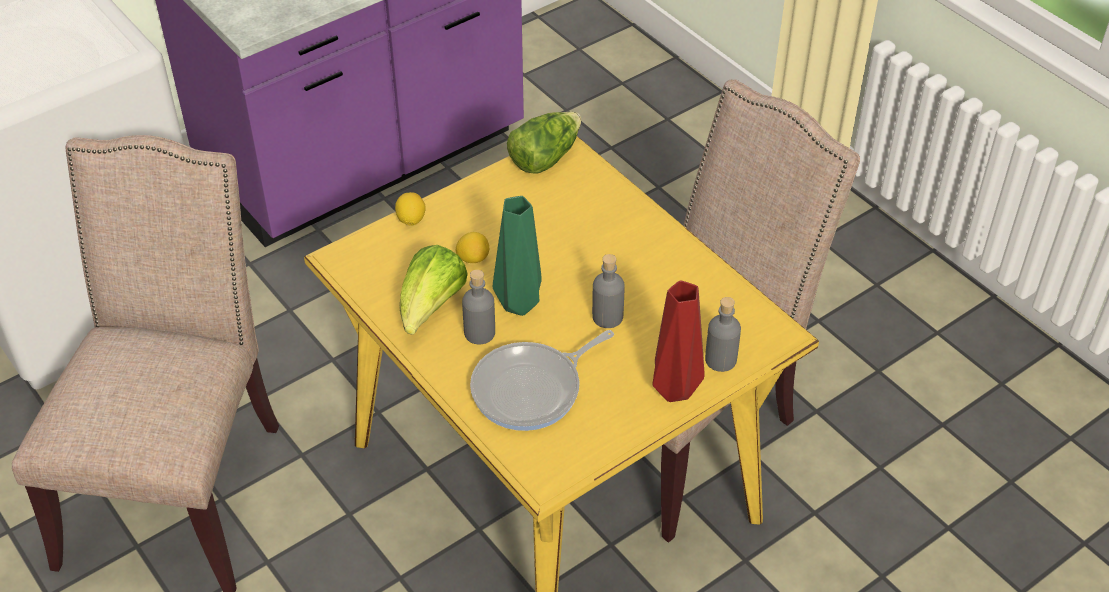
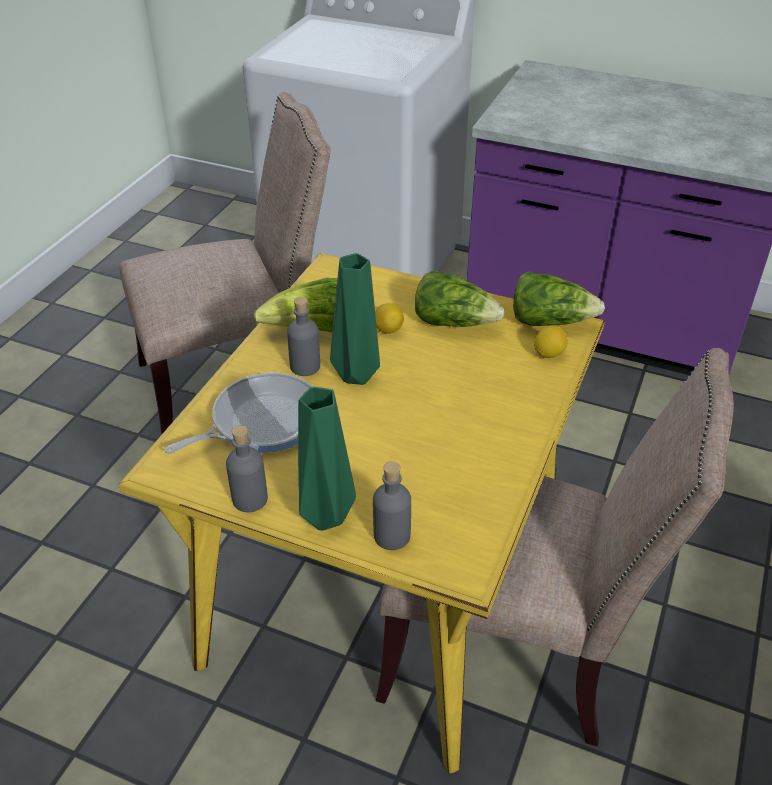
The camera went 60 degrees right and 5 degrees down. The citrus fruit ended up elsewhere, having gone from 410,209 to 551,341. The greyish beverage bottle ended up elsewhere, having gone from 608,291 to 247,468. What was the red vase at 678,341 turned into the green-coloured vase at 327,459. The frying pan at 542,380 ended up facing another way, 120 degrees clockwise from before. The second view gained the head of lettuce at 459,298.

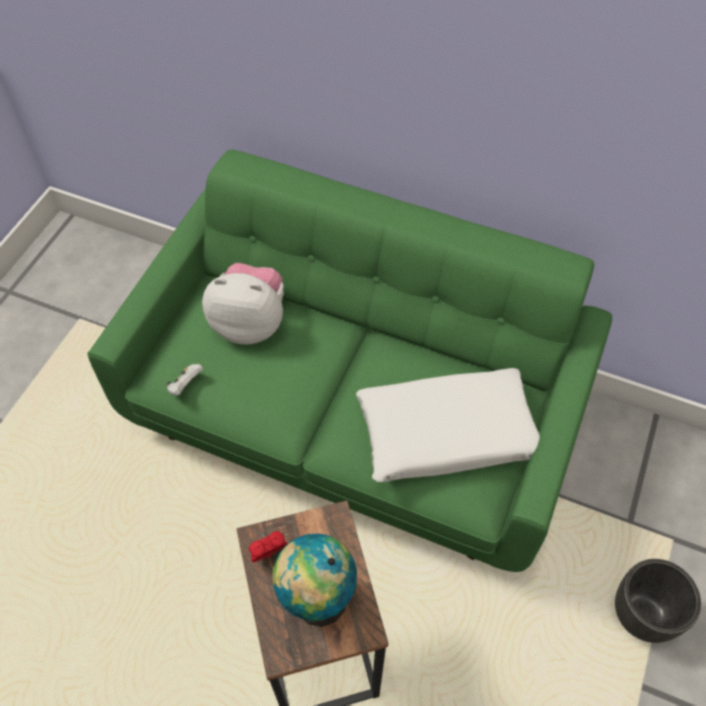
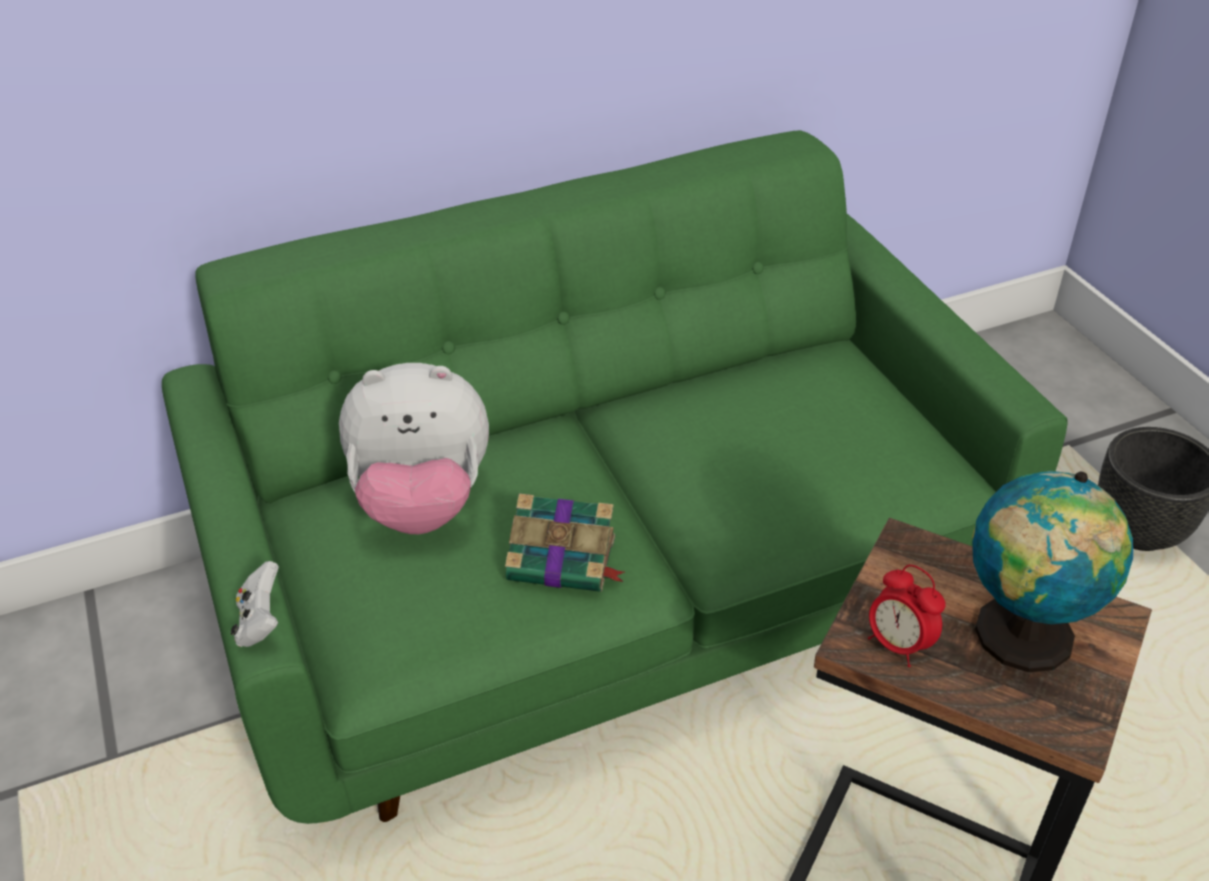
The camera went 45 degrees left and 15 degrees down. The soft toy at 243,304 ended up facing another way, 150 degrees counterclockwise from before. The white joypad ended up elsewhere, having gone from 185,380 to 255,604. The second view lost the white throw pillow at 448,425. The alarm clock at 268,546 ended up facing another way, 60 degrees counterclockwise from before. The second view gained the volume at 565,542.

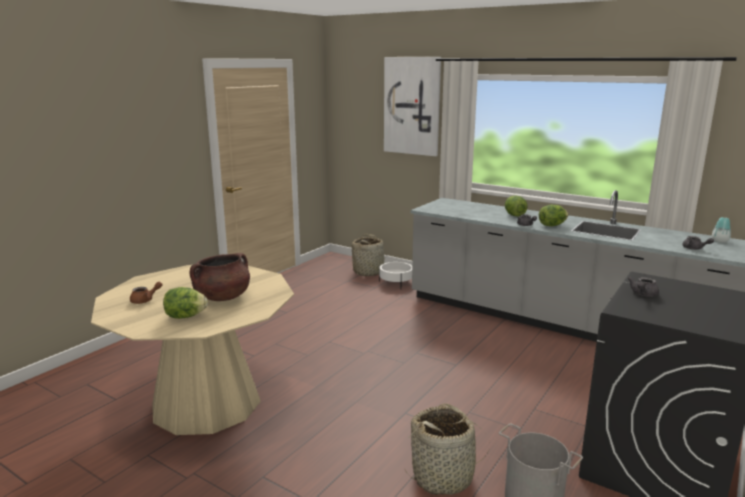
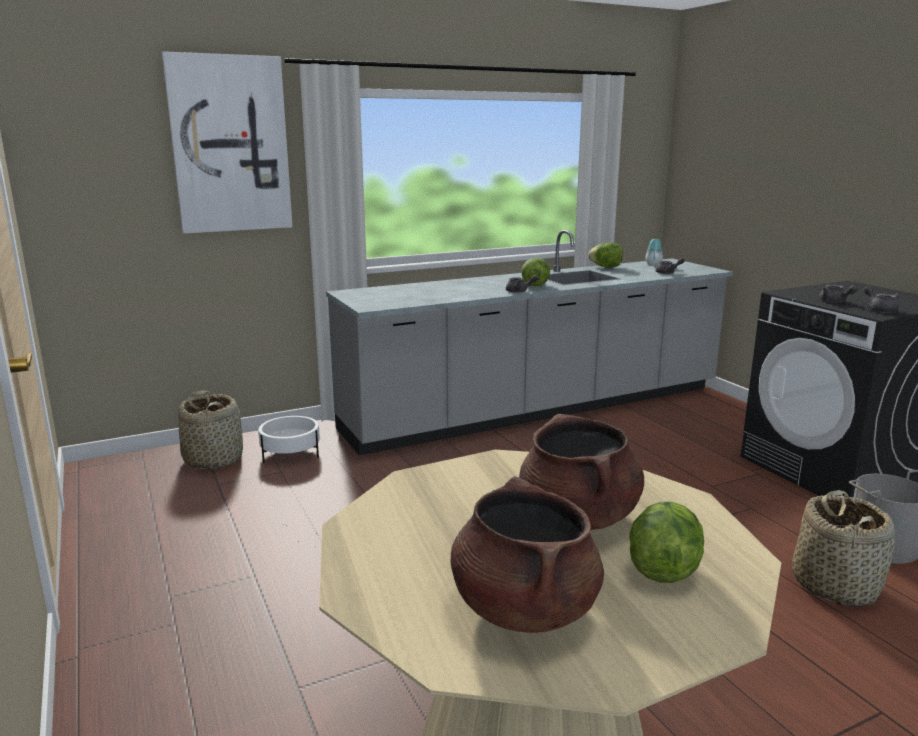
The camera went 60 degrees left and 0 degrees up. The head of lettuce ended up elsewhere, having gone from 516,205 to 605,255. Where the brown-coloured tea pot stood at 146,293, the brown-coloured cooking pot came to stand at 527,554. The second view gained the greyish tea pot at 881,299.

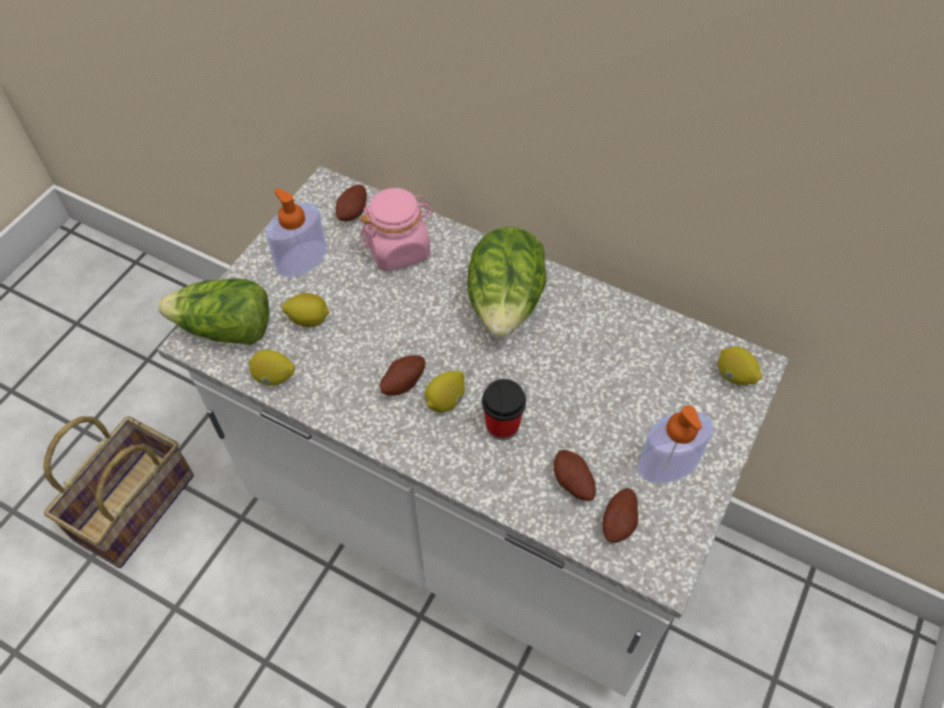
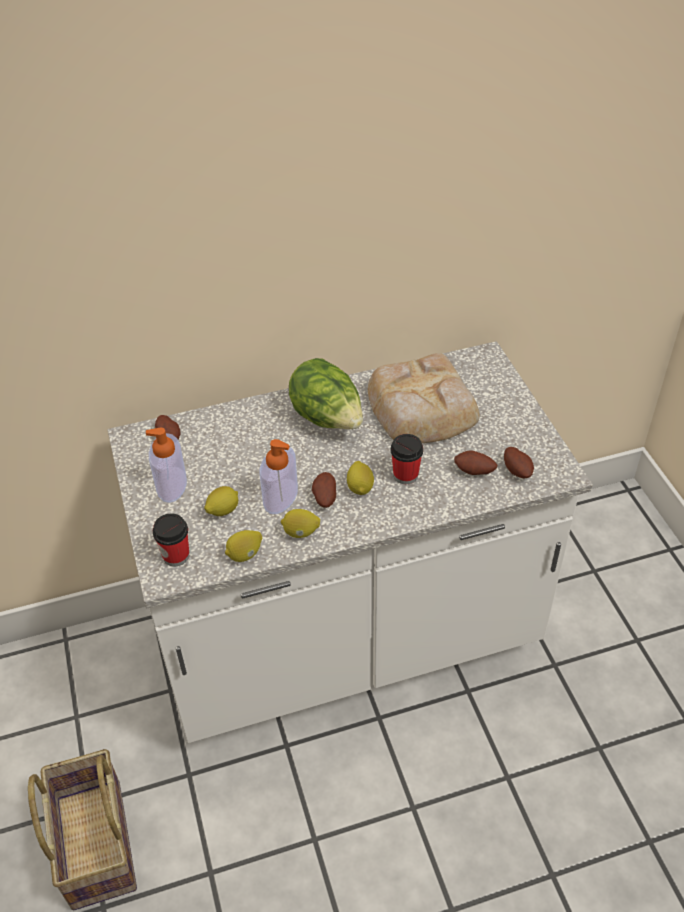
The camera went 45 degrees left and 10 degrees down. The second view lost the pink preserve jar at 396,229. Where the head of lettuce stood at 213,312, the drinking cup came to stand at 171,539. The citrus fruit ended up elsewhere, having gone from 740,365 to 300,523. The liquid soap bottle ended up elsewhere, having gone from 676,444 to 278,476. The second view gained the baked bread at 424,398.

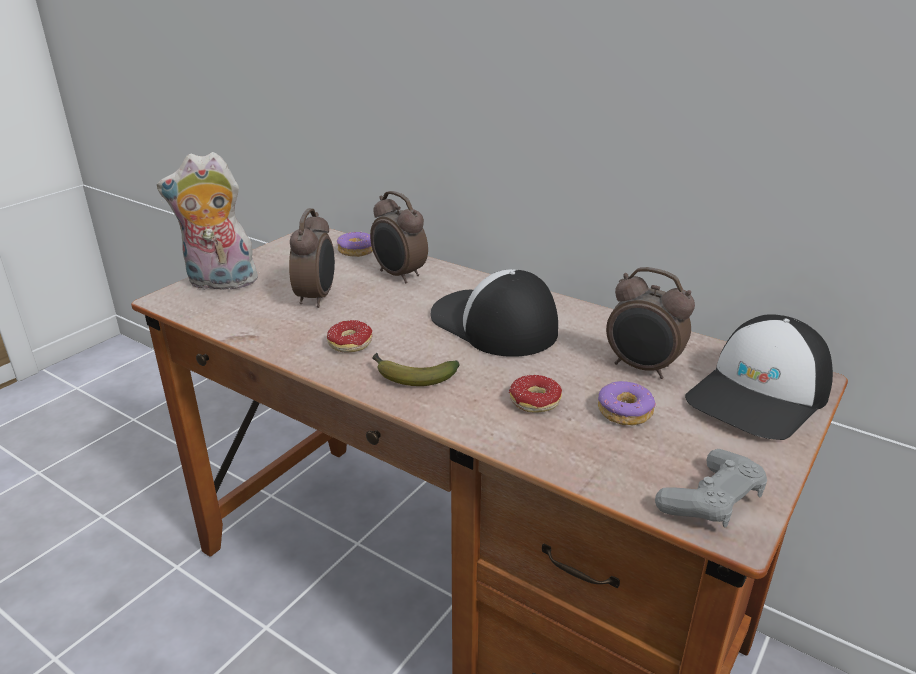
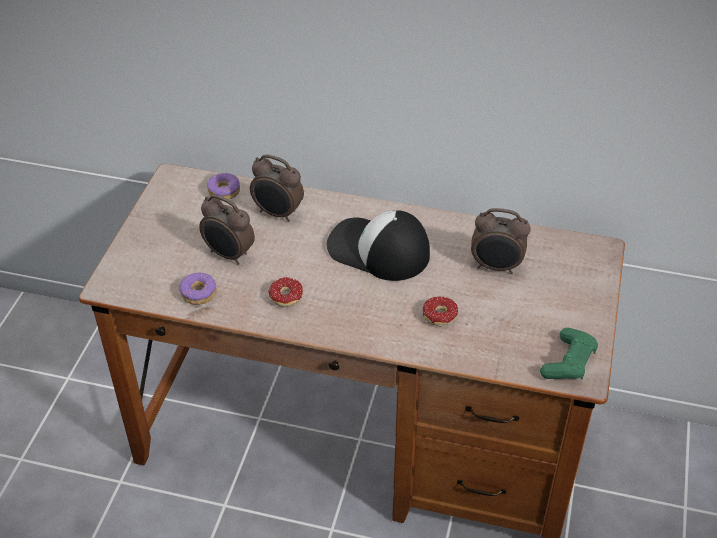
The camera went 20 degrees left and 15 degrees up. The second view lost the soft toy at 208,221. The alarm clock at 312,258 ended up facing another way, 135 degrees clockwise from before. The second view lost the cap at 759,377. The second view lost the banana fruit at 416,369. The donut ended up elsewhere, having gone from 627,403 to 198,289. What was the greyish joypad at 711,488 turned into the green-coloured joypad at 569,354.

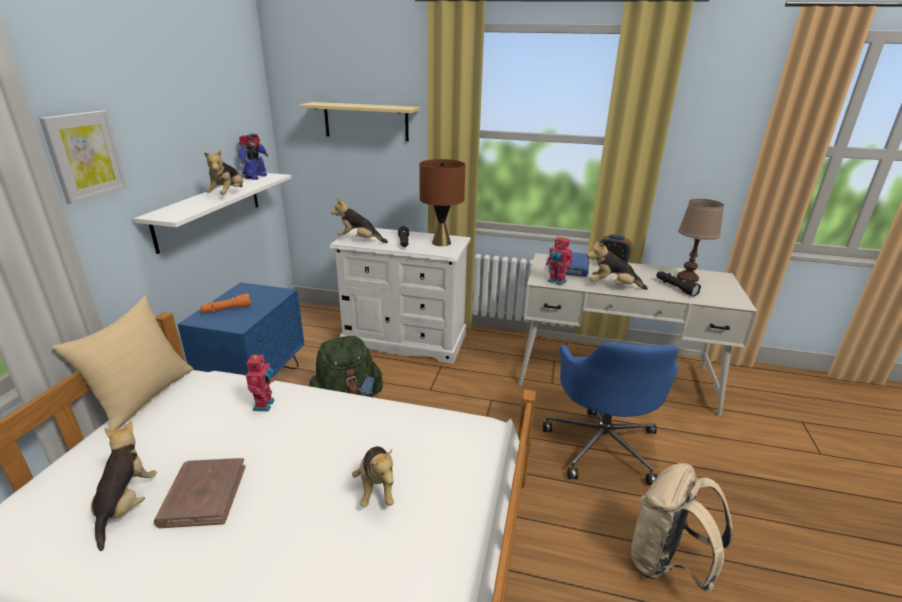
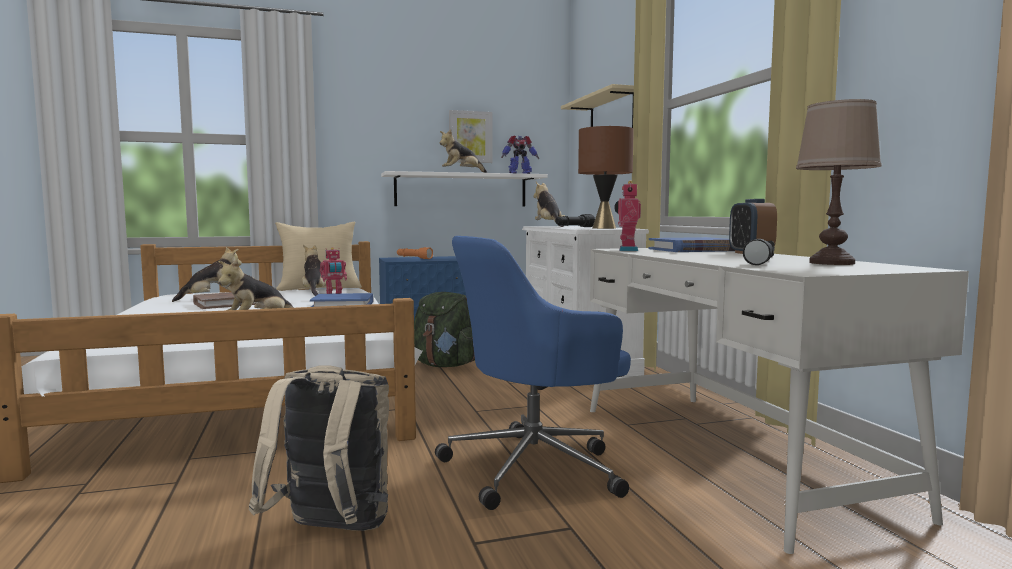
The camera went 60 degrees right and 20 degrees down. The wall art ended up elsewhere, having gone from 83,157 to 471,136. The soft toy ended up elsewhere, having gone from 617,264 to 314,270. The second view gained the blue volume at 341,300.

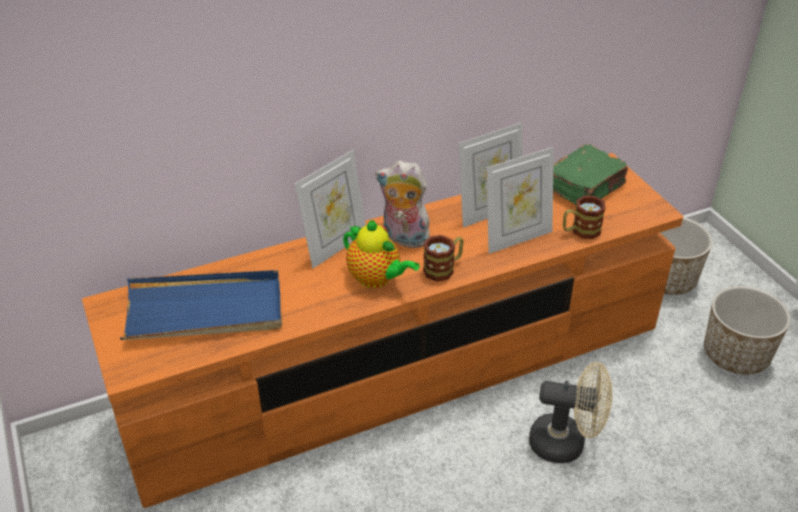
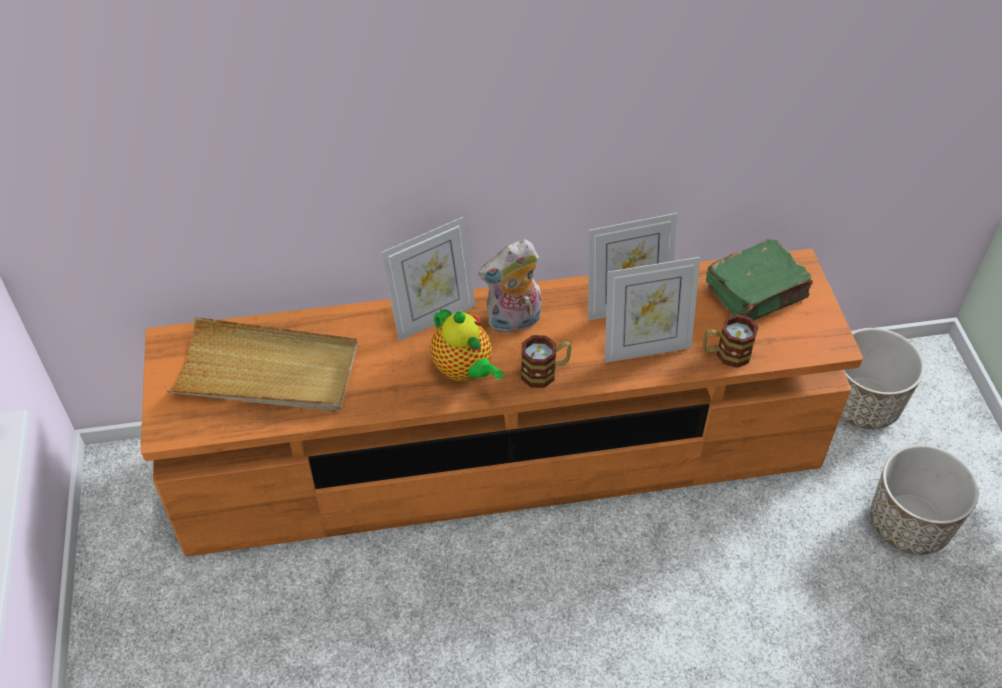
The camera went 15 degrees right and 10 degrees up. The soft toy at 403,204 ended up facing another way, 60 degrees counterclockwise from before. What was the blue carrying tray at 201,305 turned into the beige carrying tray at 262,364. The second view lost the beige fan at 570,412.

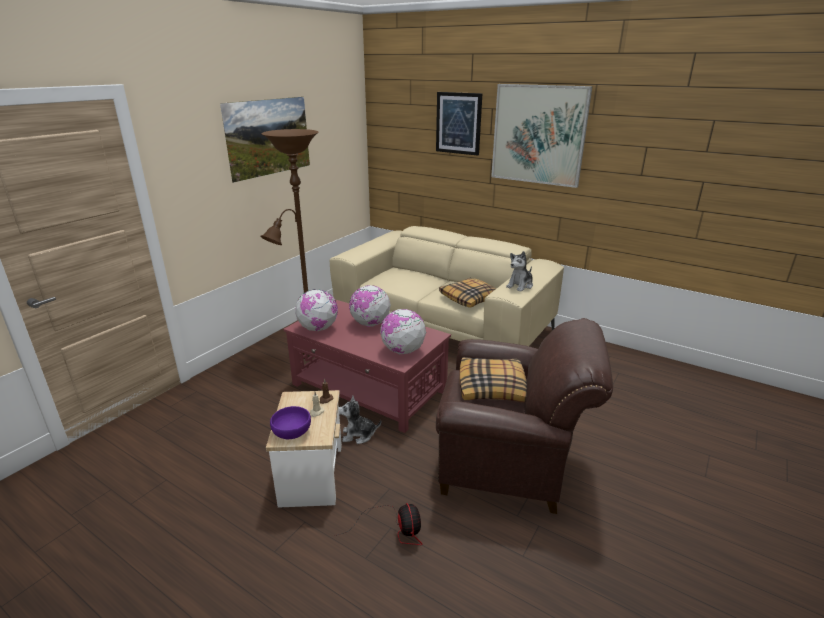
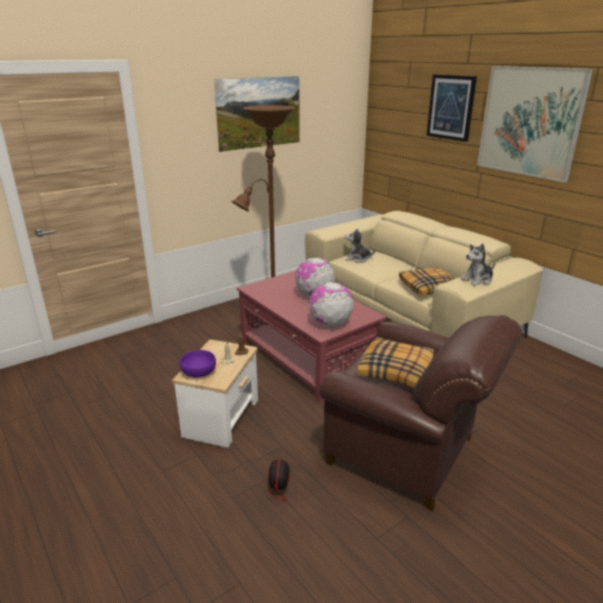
The camera went 20 degrees right and 0 degrees up. The second view lost the globe at 316,310. The soft toy ended up elsewhere, having gone from 360,420 to 360,246.

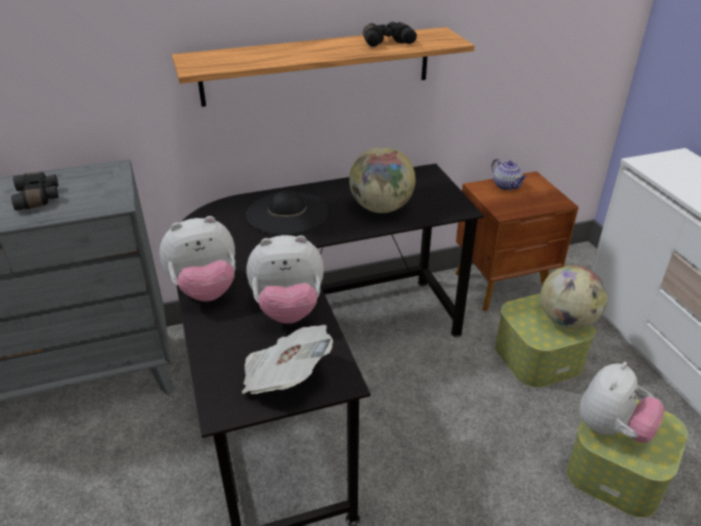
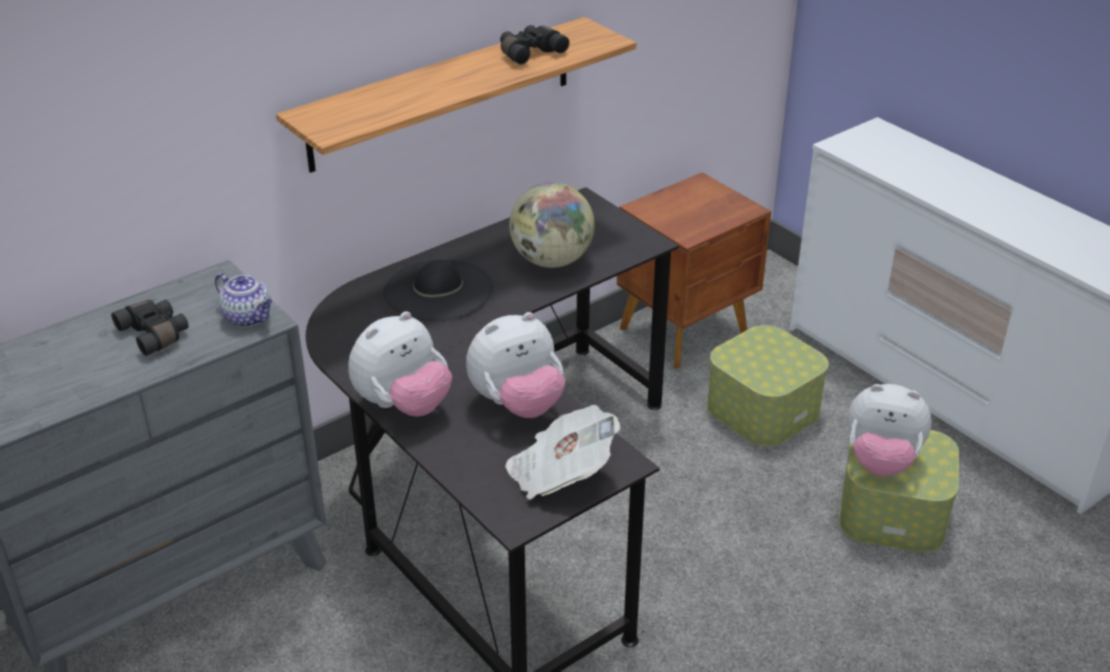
The camera went 20 degrees left and 0 degrees up. The tea pot ended up elsewhere, having gone from 509,174 to 243,300. The second view lost the globe at 573,297. The soft toy at 622,402 ended up facing another way, 90 degrees clockwise from before.

